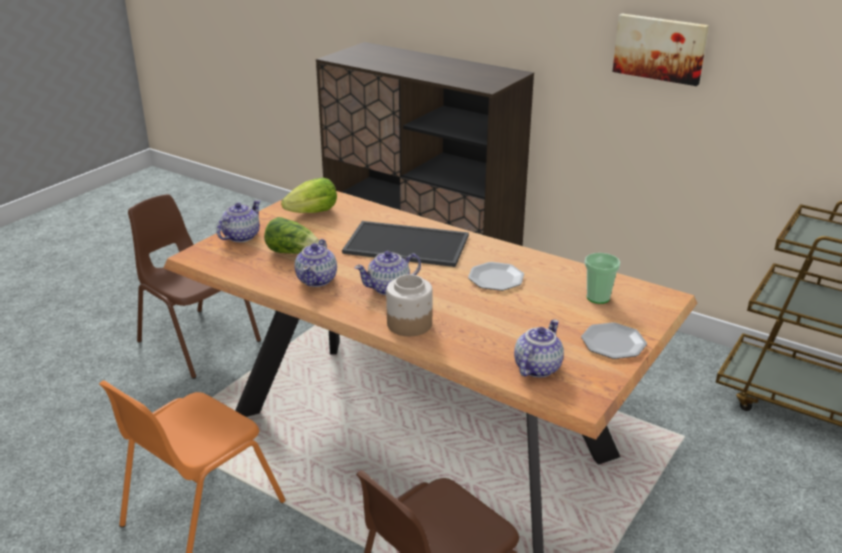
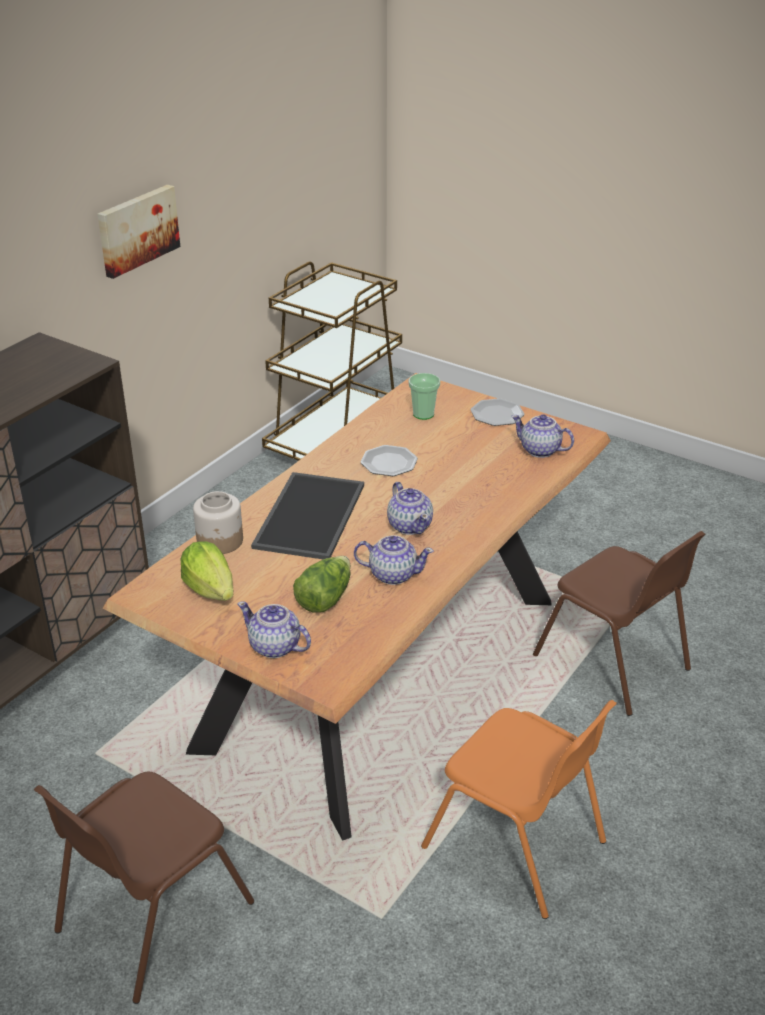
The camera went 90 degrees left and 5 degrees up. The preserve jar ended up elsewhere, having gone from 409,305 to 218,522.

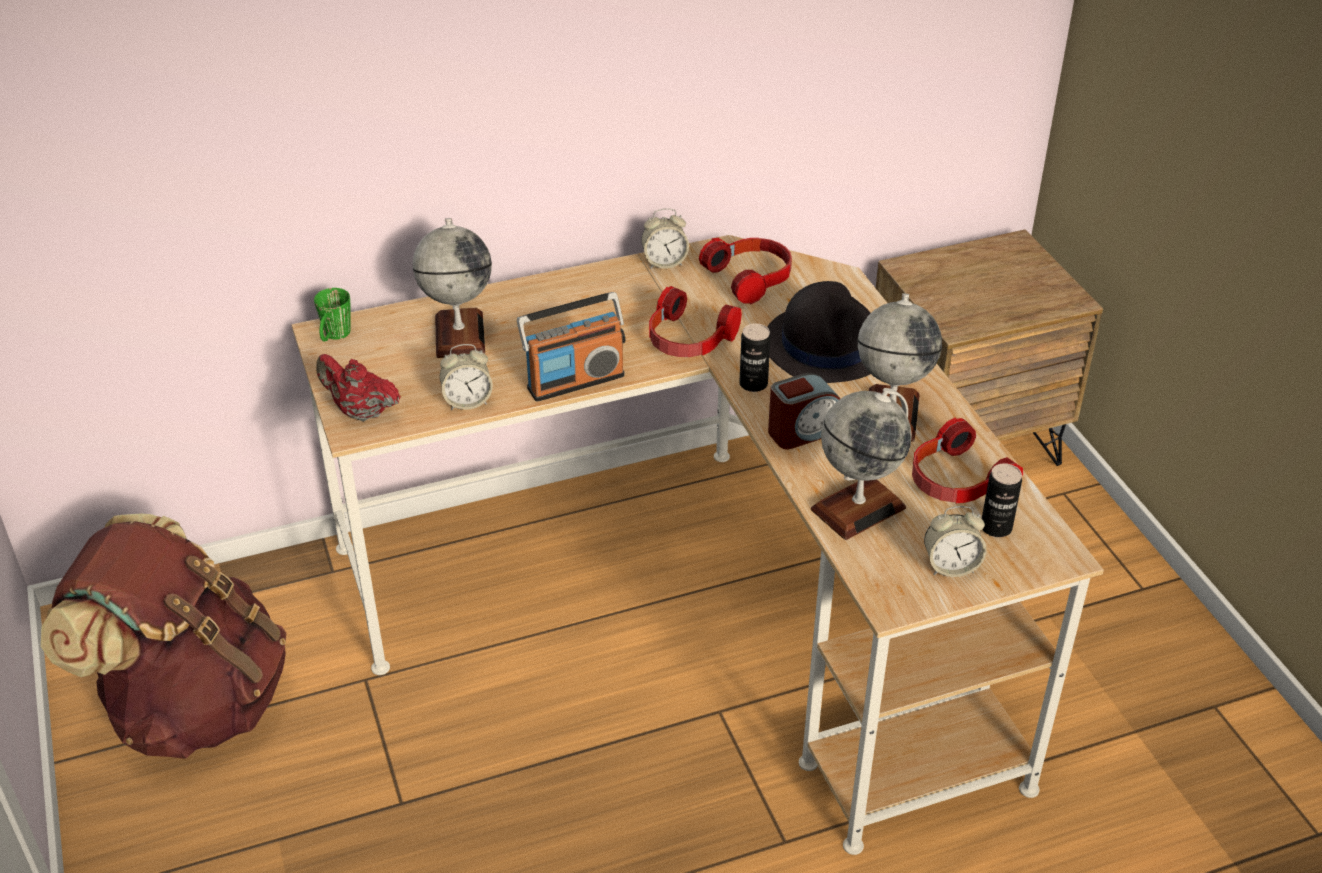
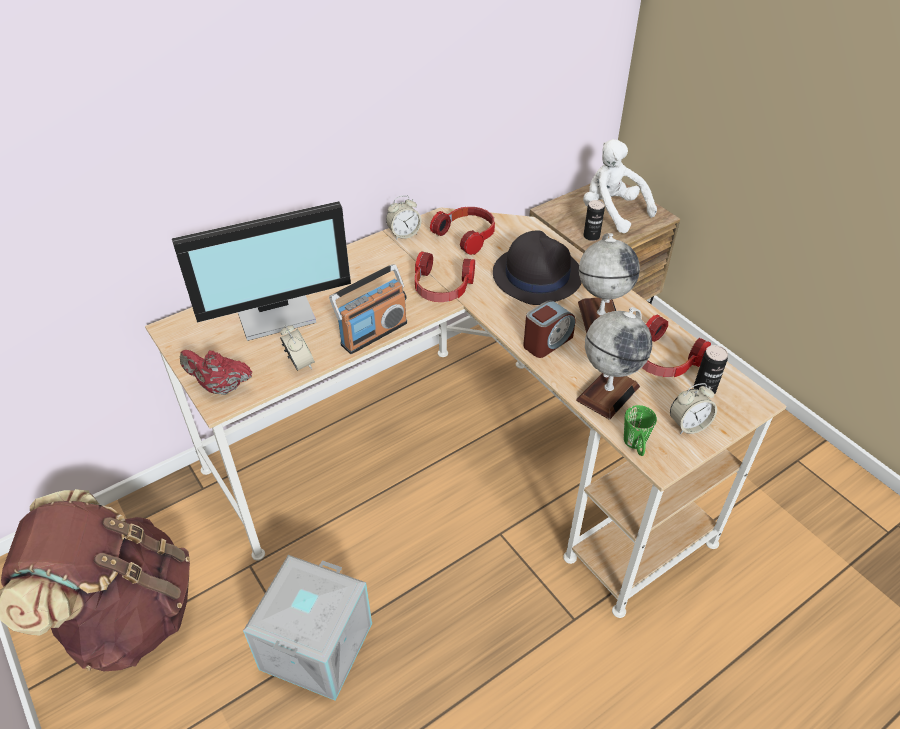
The camera went 15 degrees left and 5 degrees up. Where the globe stood at 452,288, the computer screen came to stand at 261,271. The green-coloured mug ended up elsewhere, having gone from 332,314 to 640,430. The metal can ended up elsewhere, having gone from 755,357 to 594,220. The alarm clock at 466,377 ended up facing another way, 90 degrees counterclockwise from before. The second view gained the white soft toy at 620,186. The second view gained the greyish storage container at 307,628.

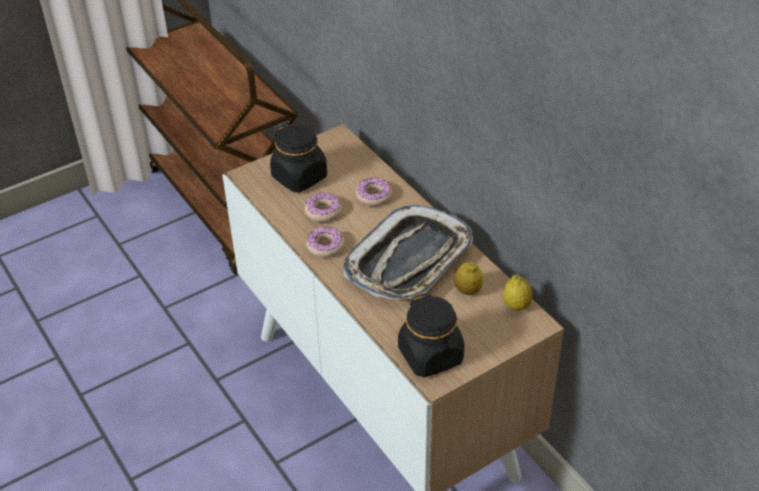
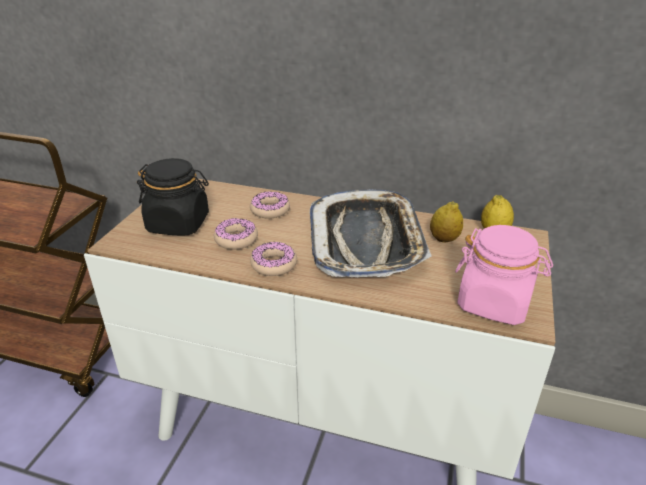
The camera went 40 degrees left and 10 degrees down. What was the black preserve jar at 431,335 turned into the pink preserve jar at 504,275.

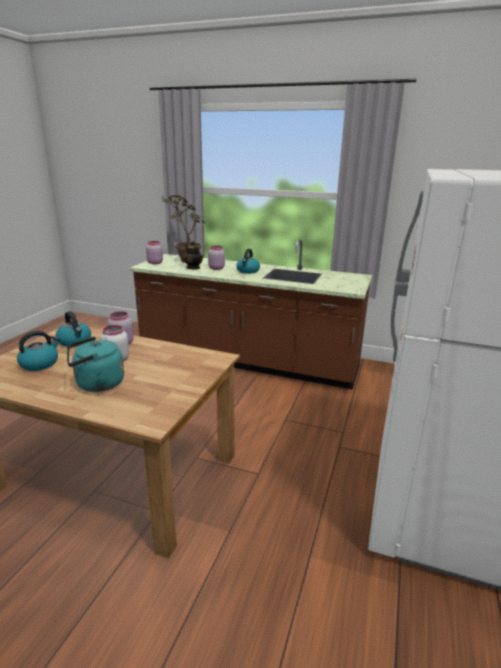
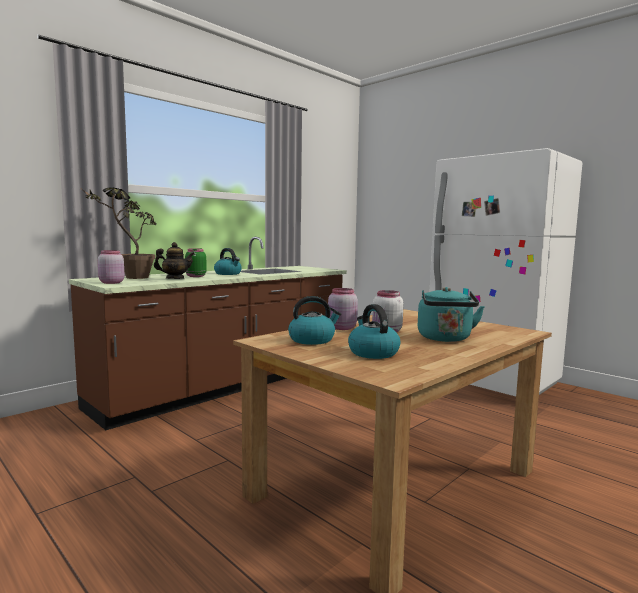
The camera went 65 degrees left and 15 degrees down. What was the pink preserve jar at 216,258 turned into the green-coloured preserve jar at 196,262.

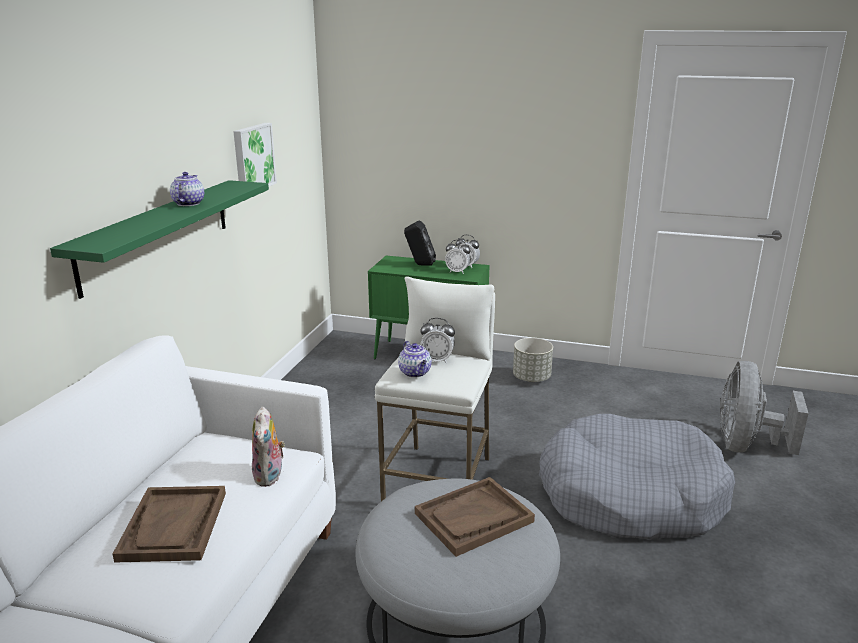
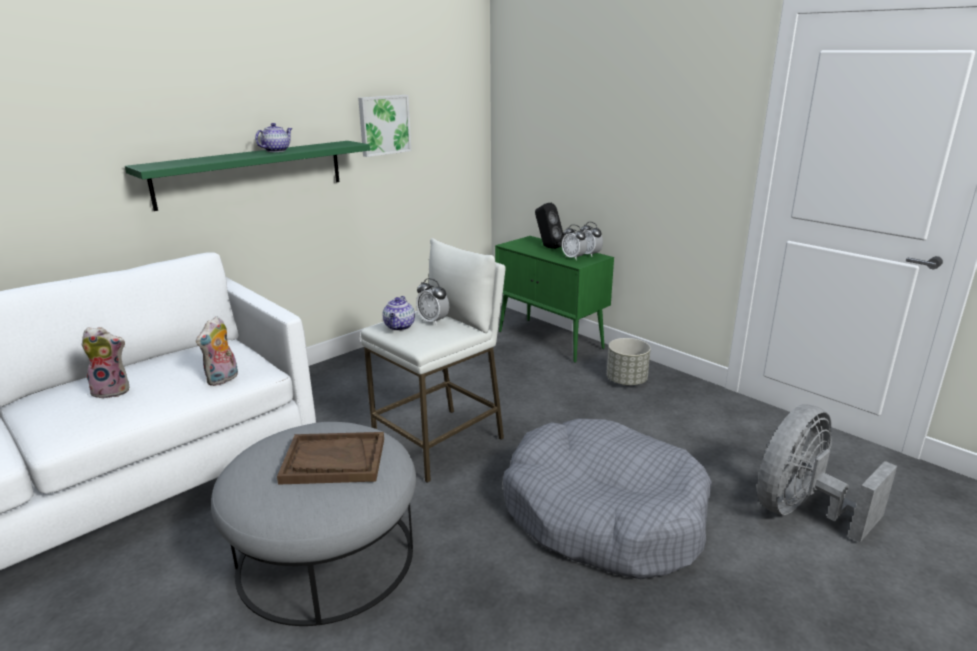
The camera went 30 degrees right and 0 degrees up. Where the brown-coloured carrying tray stood at 169,524, the soft toy came to stand at 105,363.

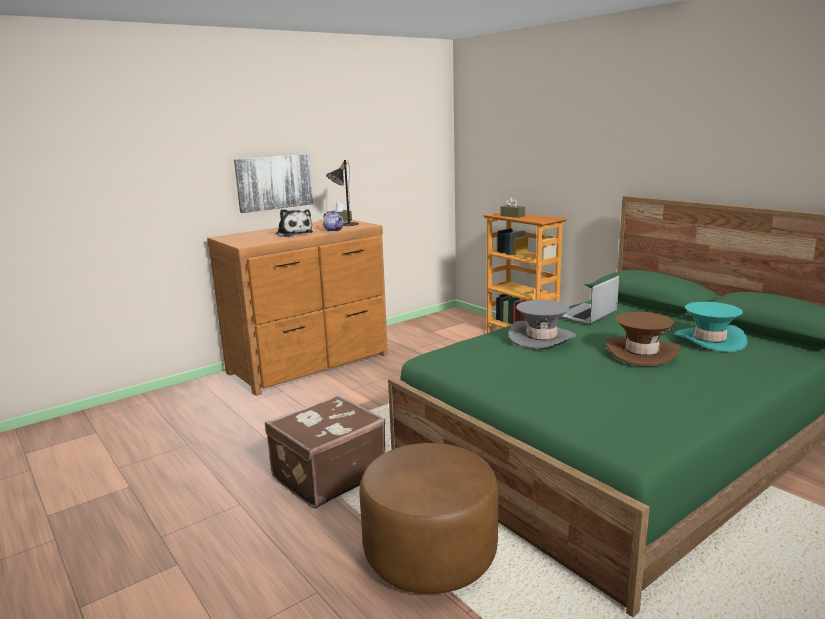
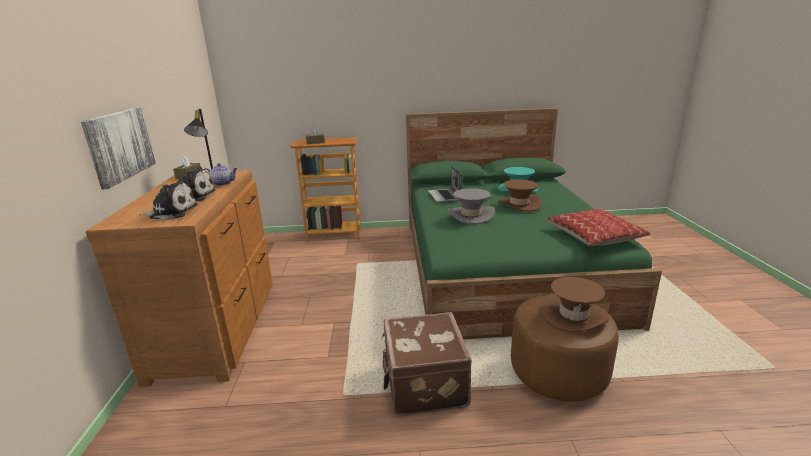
The camera went 55 degrees left and 5 degrees up. The second view gained the soft toy at 168,199. The second view gained the throw pillow at 597,227. The second view gained the brown-coloured clothing hat at 575,305.

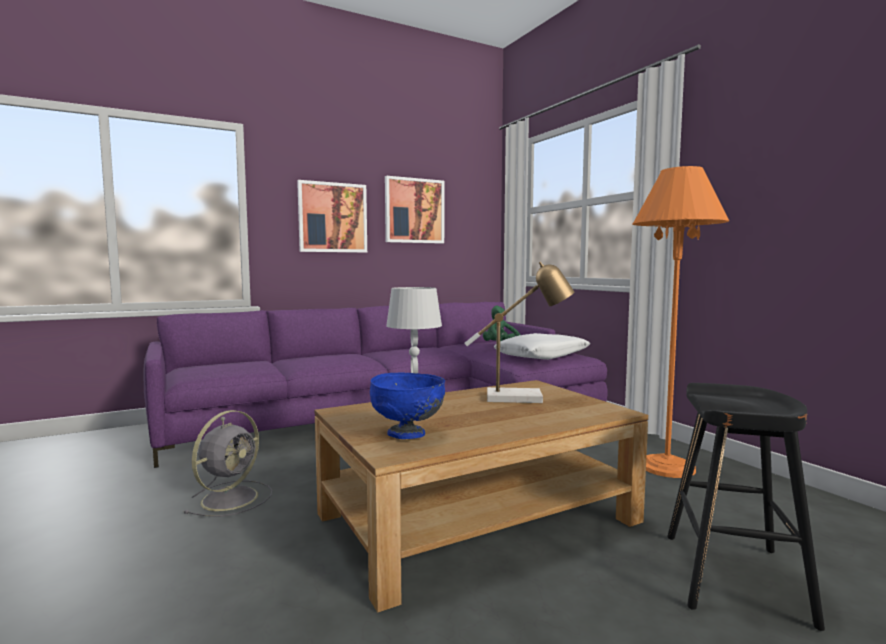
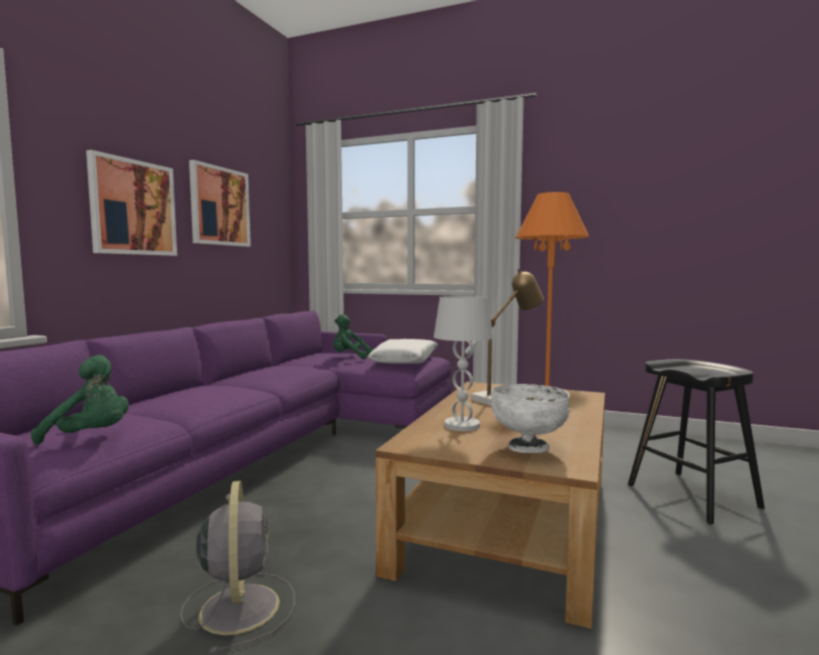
The camera went 40 degrees left and 0 degrees up. What was the blue deep dish at 407,405 turned into the white deep dish at 530,418. The second view gained the green-coloured soft toy at 80,400.

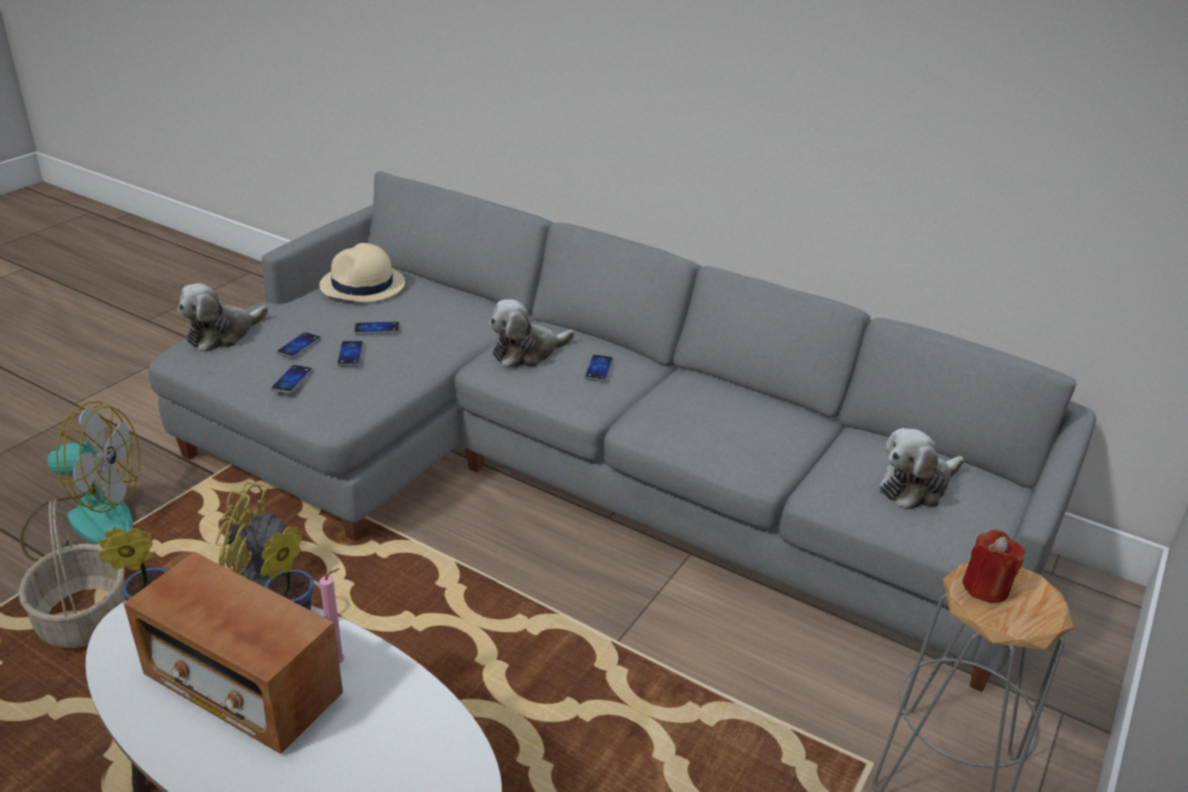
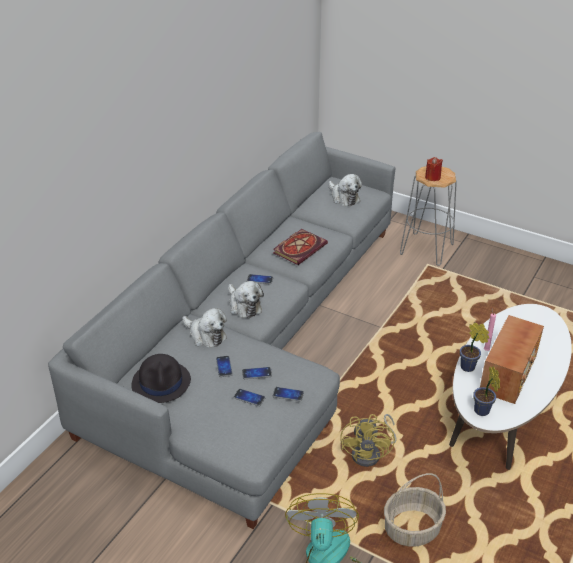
The camera went 90 degrees left and 5 degrees up. What was the beige clothing hat at 362,272 turned into the black clothing hat at 161,378. The soft toy ended up elsewhere, having gone from 223,317 to 204,327. The second view gained the volume at 300,247.

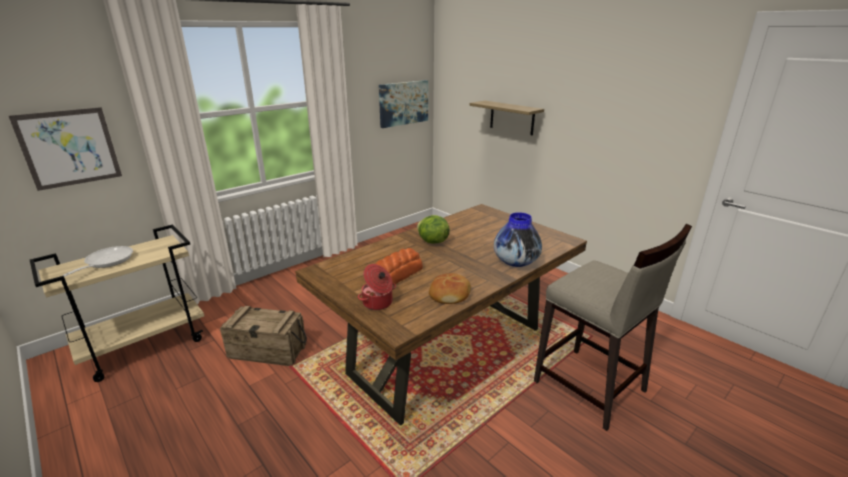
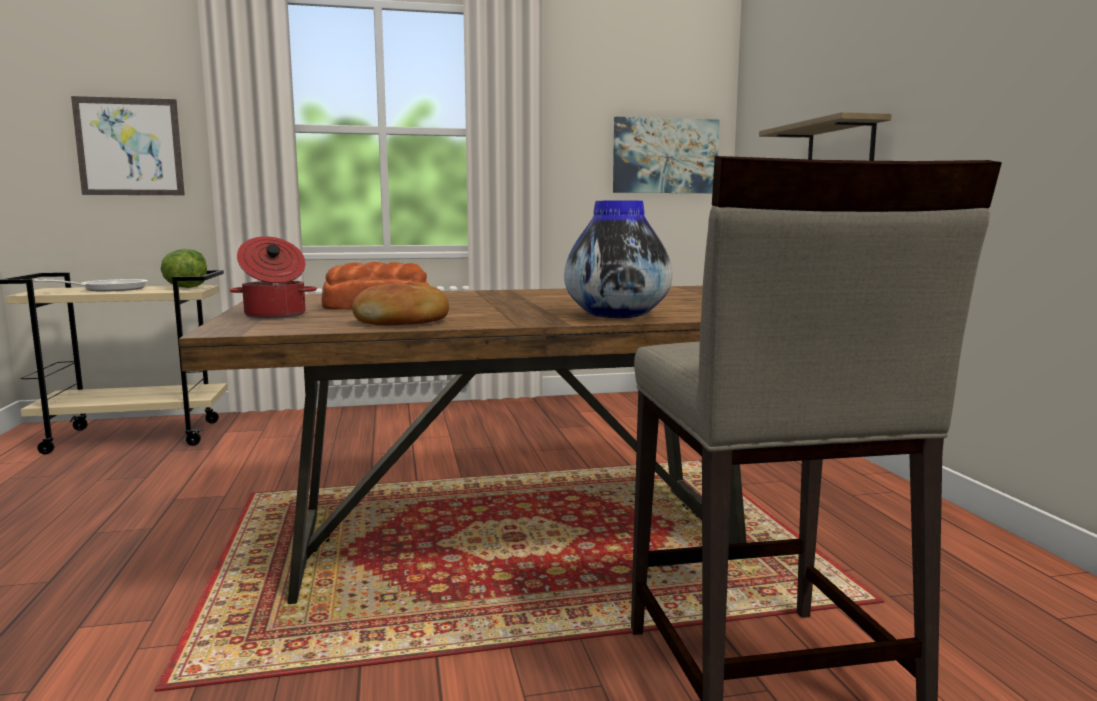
The camera went 30 degrees right and 15 degrees down. The head of lettuce ended up elsewhere, having gone from 433,229 to 184,268. The second view lost the crate at 263,336.

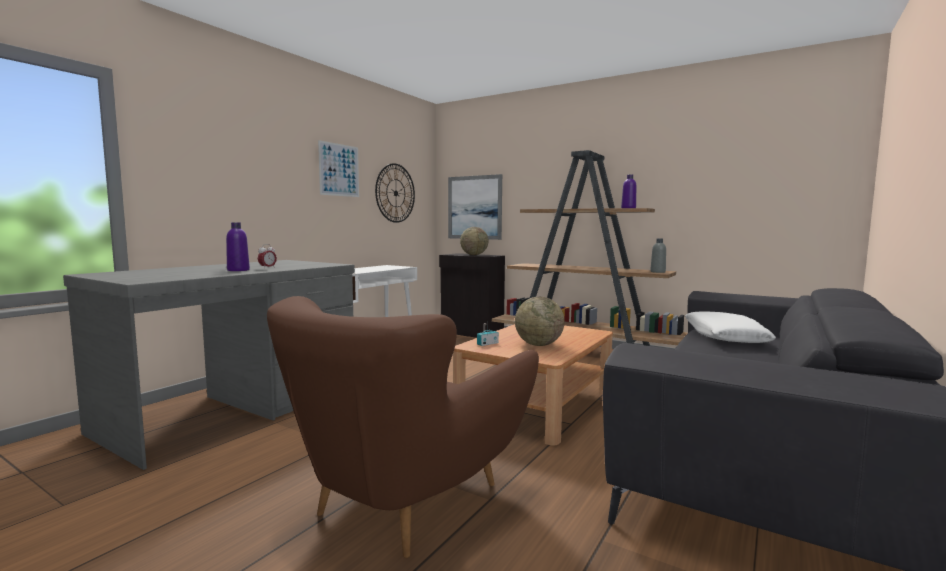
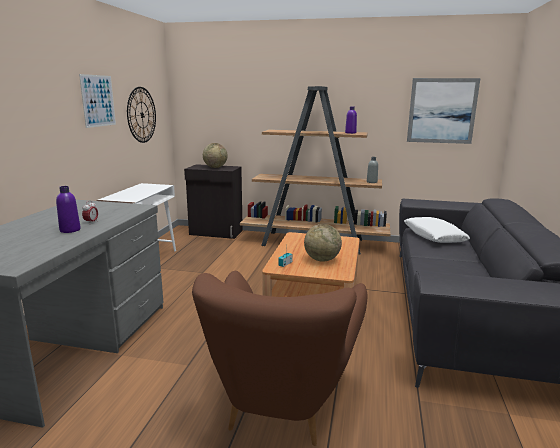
The camera went 20 degrees left and 10 degrees up. The wall art ended up elsewhere, having gone from 475,207 to 443,111.

